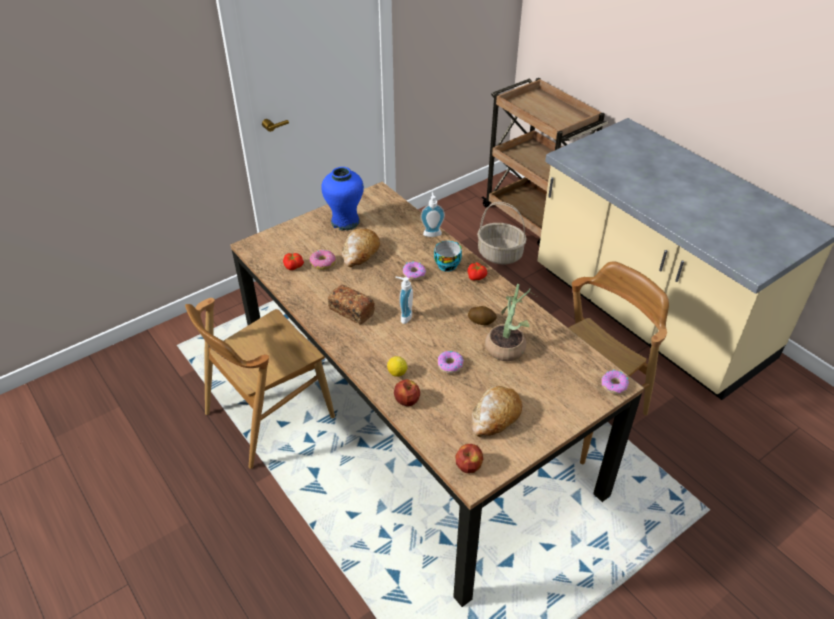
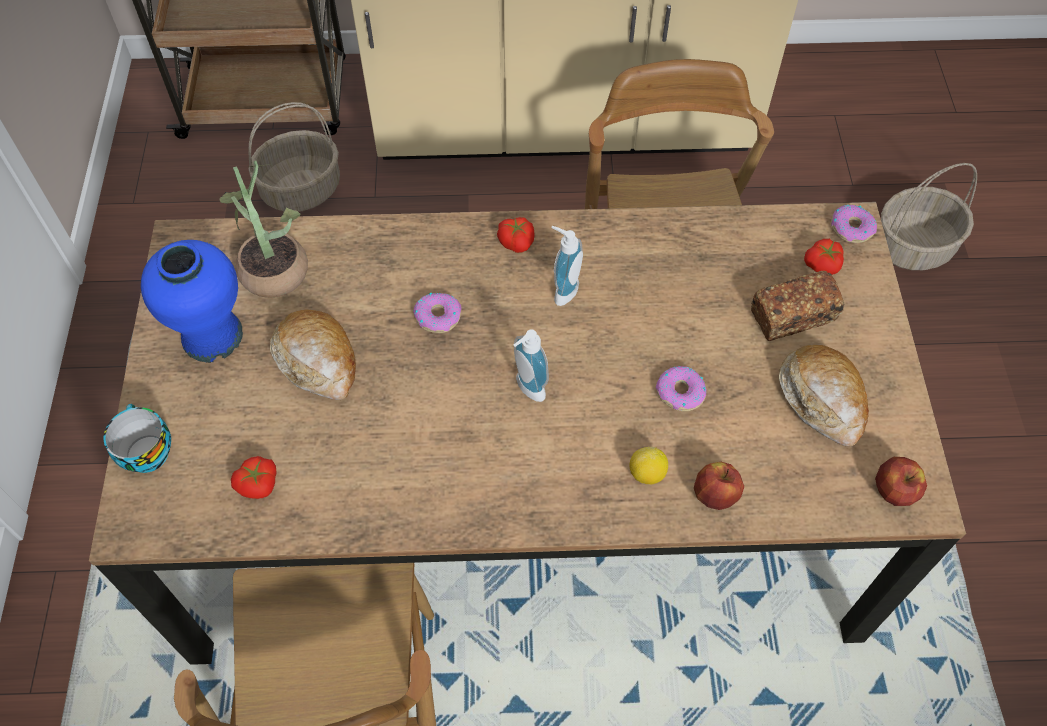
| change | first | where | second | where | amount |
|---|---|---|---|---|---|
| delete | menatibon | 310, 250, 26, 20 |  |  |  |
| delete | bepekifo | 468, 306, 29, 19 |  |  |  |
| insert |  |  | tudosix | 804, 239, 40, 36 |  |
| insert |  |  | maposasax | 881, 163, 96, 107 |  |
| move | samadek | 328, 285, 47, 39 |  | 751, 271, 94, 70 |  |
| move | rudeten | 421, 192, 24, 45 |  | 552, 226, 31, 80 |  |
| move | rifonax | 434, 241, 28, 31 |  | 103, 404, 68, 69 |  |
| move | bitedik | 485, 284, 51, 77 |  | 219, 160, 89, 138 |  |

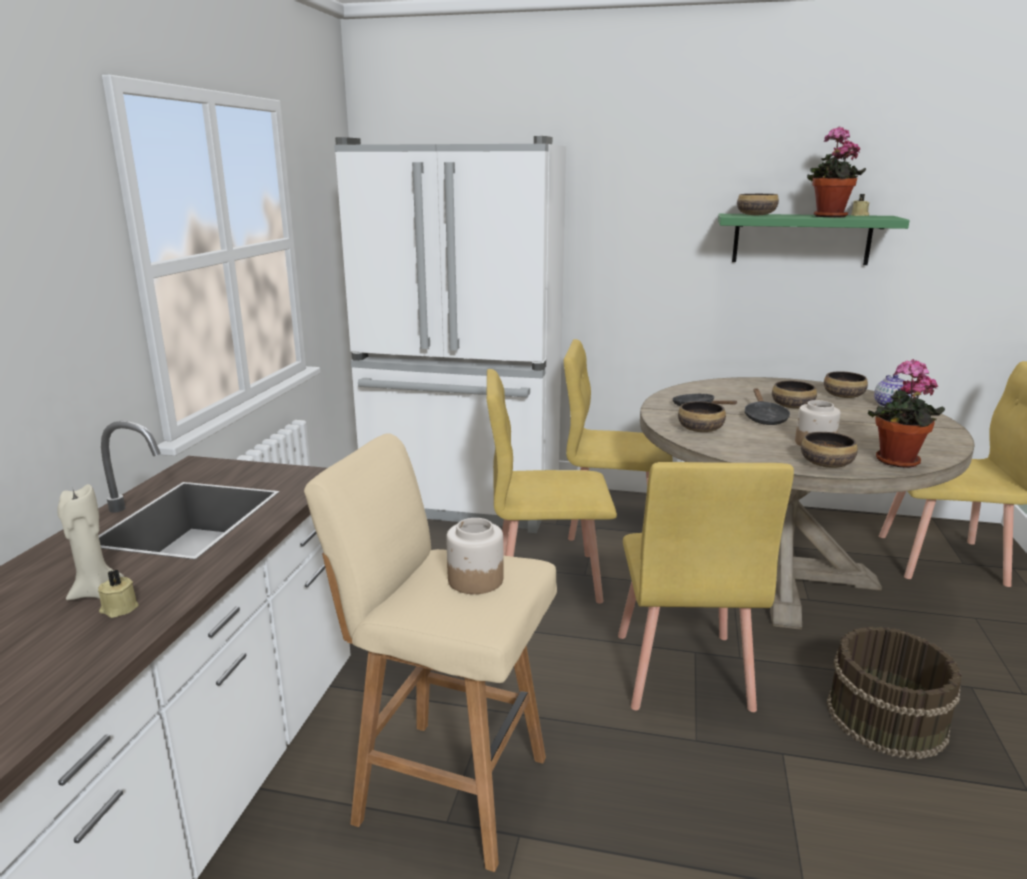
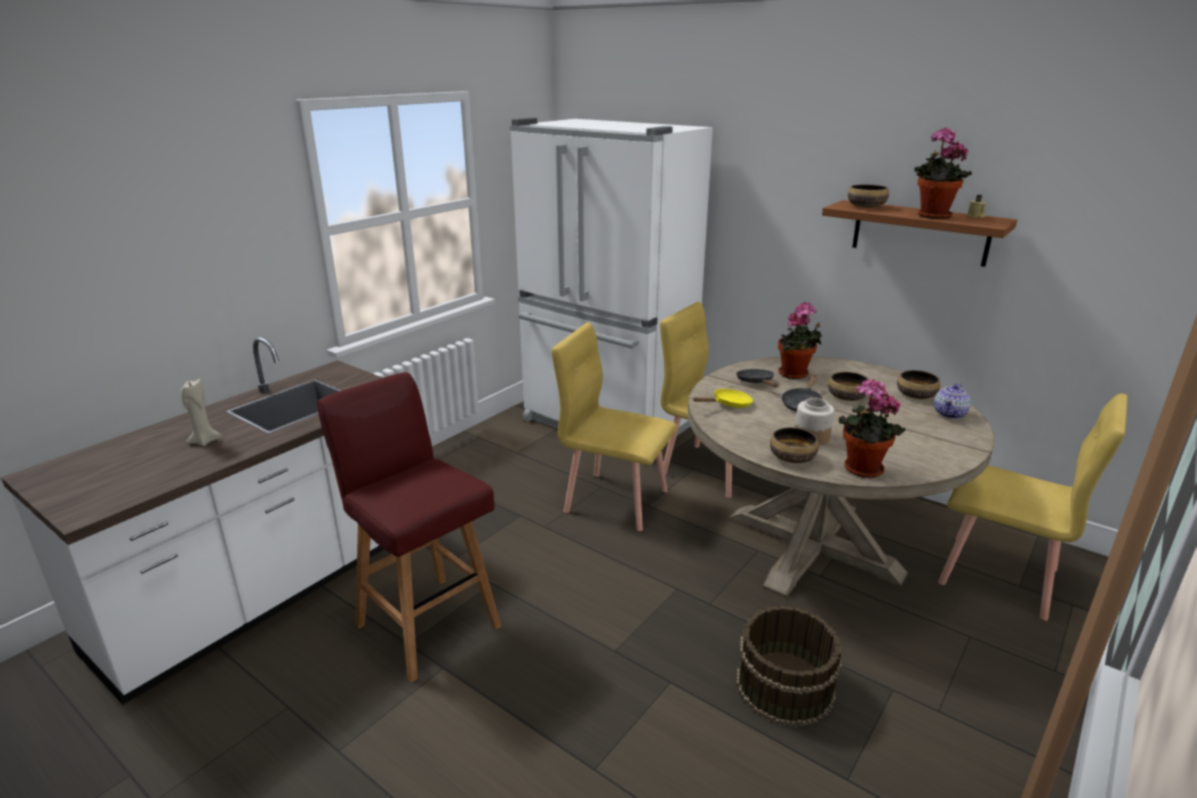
| change | first | where | second | where | amount |
|---|---|---|---|---|---|
| delete | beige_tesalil | 98, 570, 41, 48 |  |  |  |
| delete | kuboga | 446, 518, 58, 76 |  |  |  |
| delete | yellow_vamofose | 618, 462, 176, 250 |  |  |  |
| insert |  |  | bitedik | 778, 302, 44, 77 |  |
| replace | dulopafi | 678, 401, 48, 31 | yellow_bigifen | 693, 389, 60, 19 |  |
| recolor | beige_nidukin | 304, 433, 253, 439 | red_nidukin | 316, 372, 185, 311 |  |
| recolor | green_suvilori | 718, 214, 192, 51 | brown_suvilori | 822, 200, 195, 67 |  |

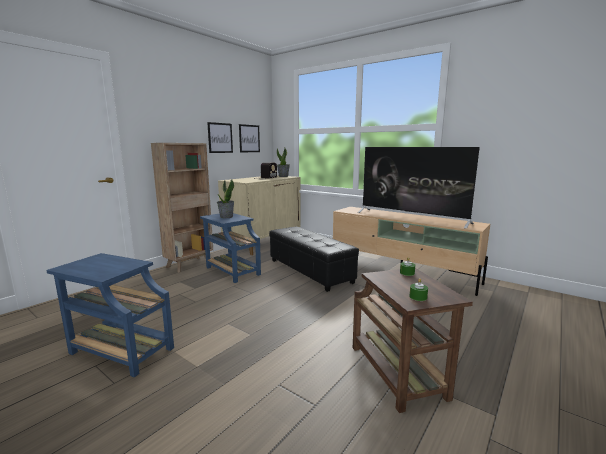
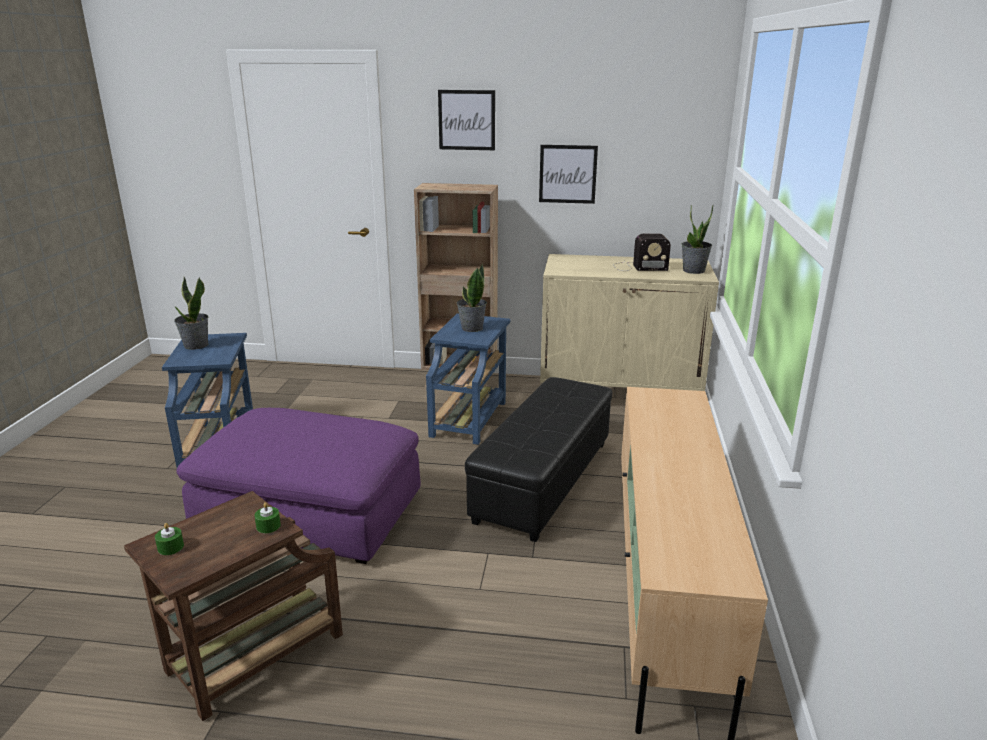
| change | first | where | second | where | amount |
|---|---|---|---|---|---|
| delete | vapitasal | 358, 147, 122, 82 |  |  |  |
| insert |  |  | bitedik | 174, 277, 34, 73 |  |
| insert |  |  | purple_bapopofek | 177, 408, 244, 156 |  |
| move | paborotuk | 239, 124, 21, 28 |  | 438, 90, 57, 60 |  |

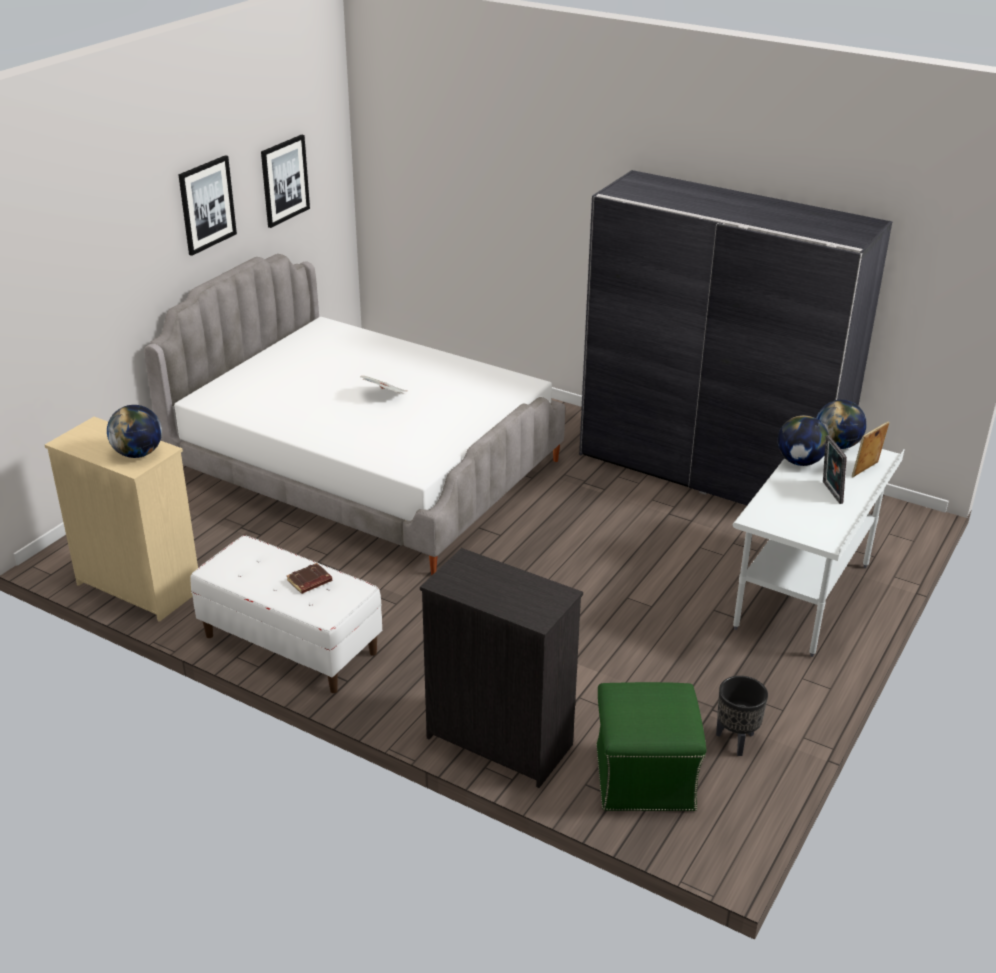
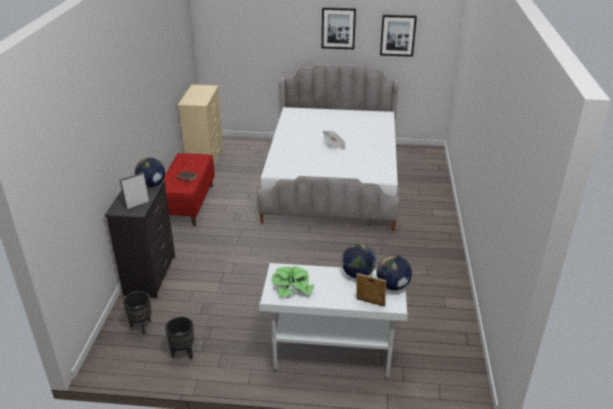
| change | first | where | second | where | amount |
|---|---|---|---|---|---|
| delete | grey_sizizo | 579, 170, 313, 335 |  |  |  |
| insert |  |  | bitedik | 272, 266, 42, 32 |  |
| move | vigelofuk | 107, 405, 55, 53 |  | 135, 158, 30, 29 |  |
| move | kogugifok | 823, 435, 24, 69 |  | 120, 172, 30, 38 |  |
| replace | green_bapopofek | 596, 682, 110, 129 | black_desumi | 123, 291, 29, 43 |  |
| recolor | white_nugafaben | 190, 535, 192, 158 | red_nugafaben | 163, 153, 52, 73 |  |

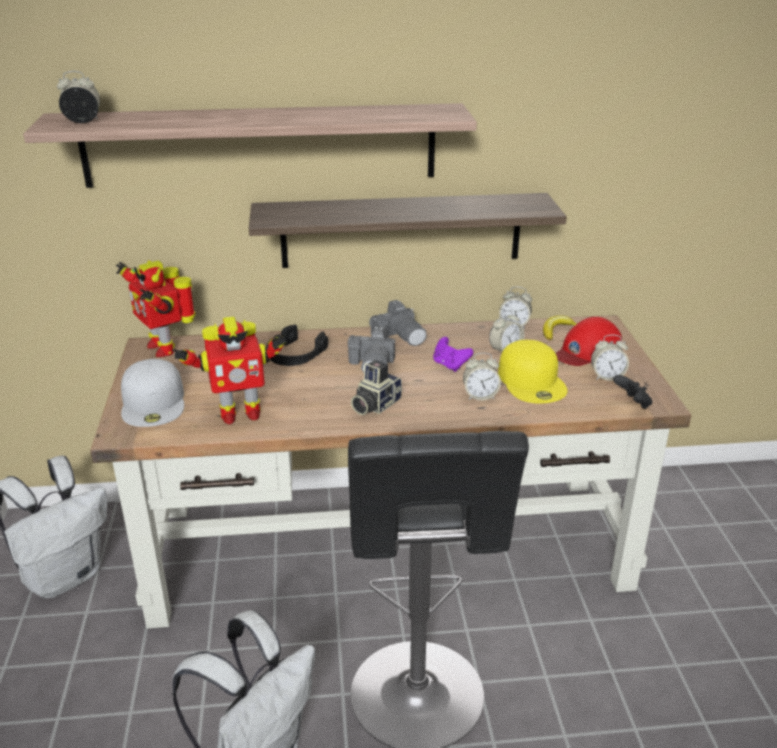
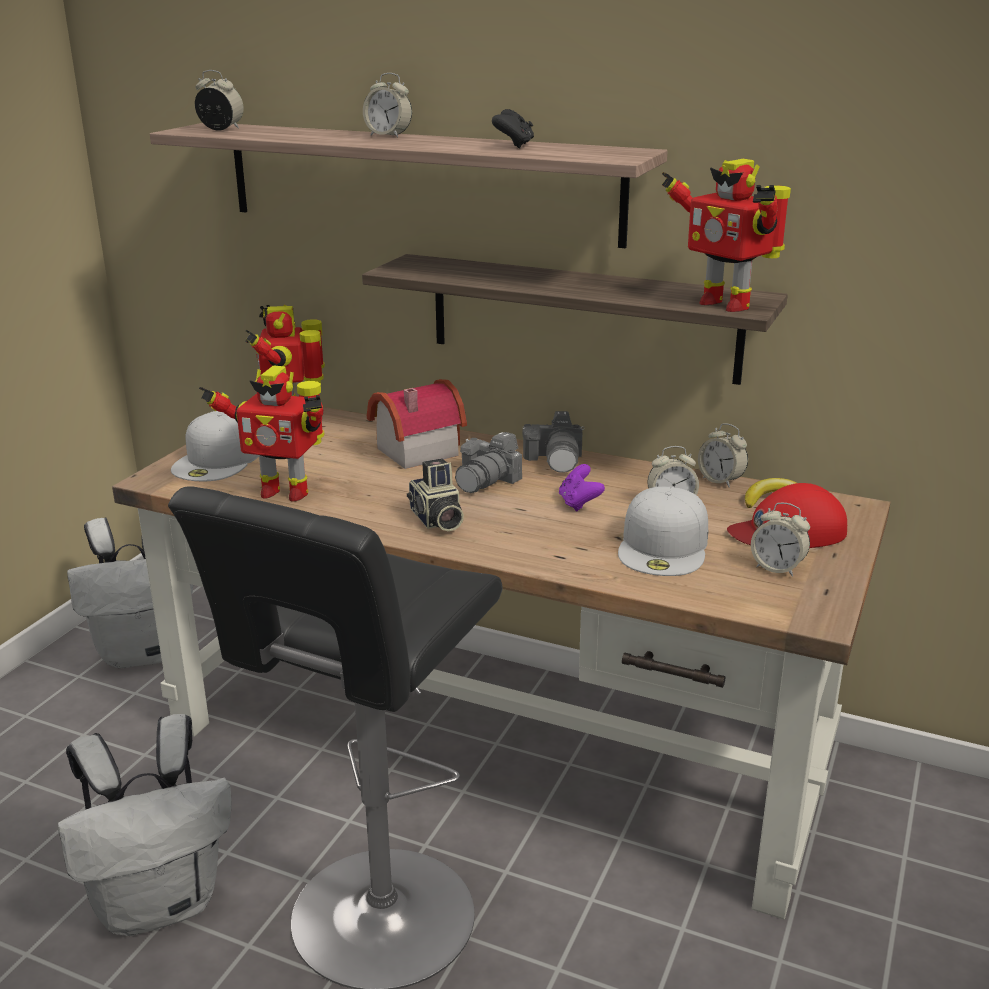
| change | first | where | second | where | amount |
|---|---|---|---|---|---|
| insert |  |  | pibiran | 662, 159, 129, 153 |  |
| move | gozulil | 463, 353, 38, 47 |  | 363, 73, 49, 64 |  |
| move | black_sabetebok | 613, 375, 39, 34 |  | 492, 109, 42, 40 |  |
| replace | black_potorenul | 266, 324, 62, 42 | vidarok | 367, 379, 100, 90 |  |
| recolor | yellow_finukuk | 498, 340, 70, 64 | white_finukuk | 618, 487, 90, 89 |  |
| rotate | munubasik | 351, 360, 51, 55 |  | 407, 458, 57, 74 | 90 degrees counterclockwise |

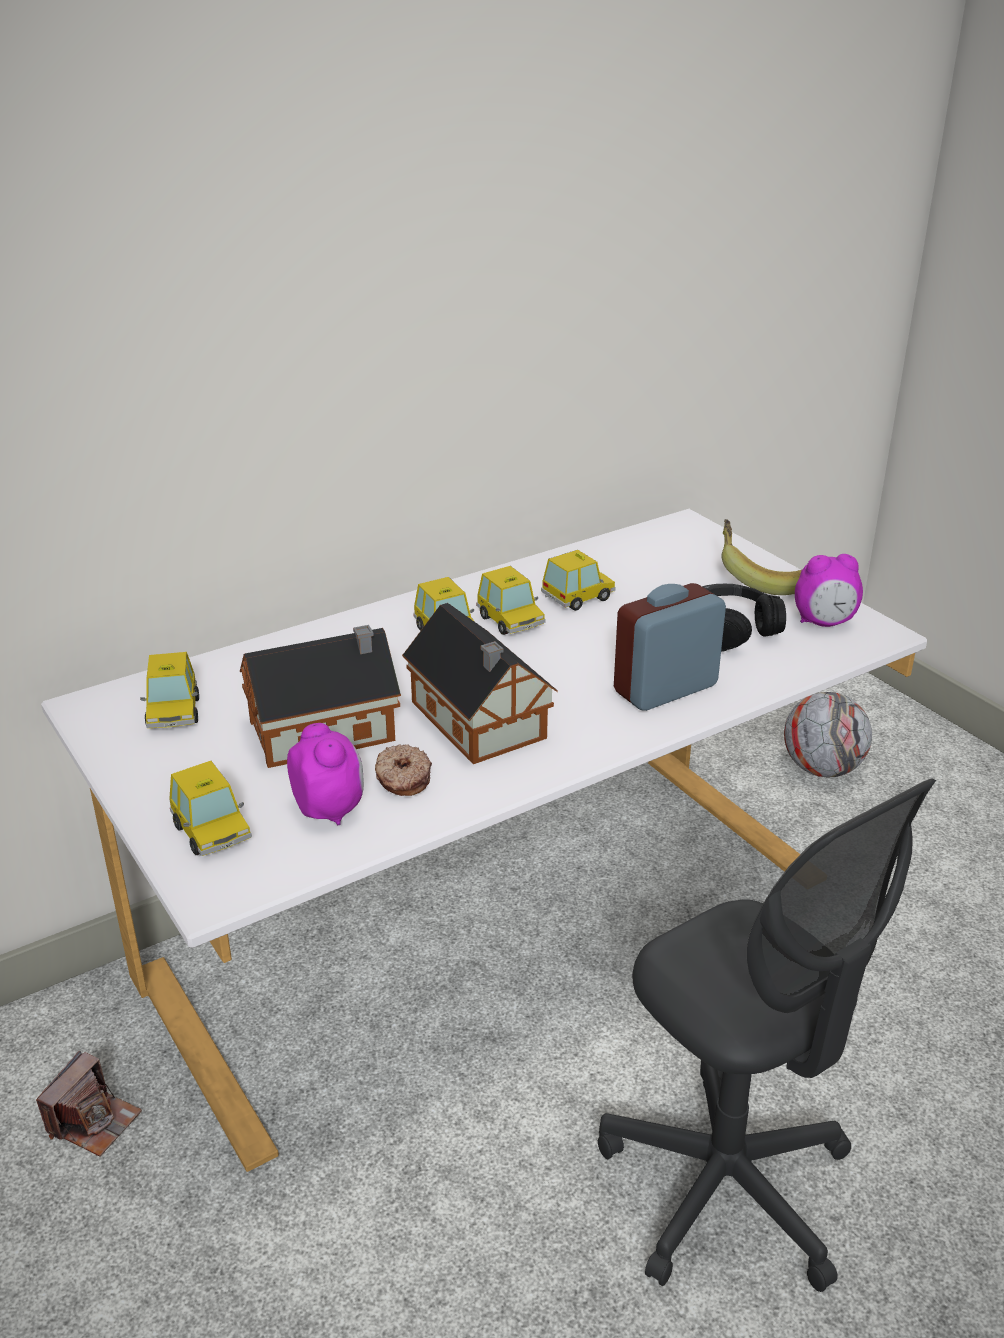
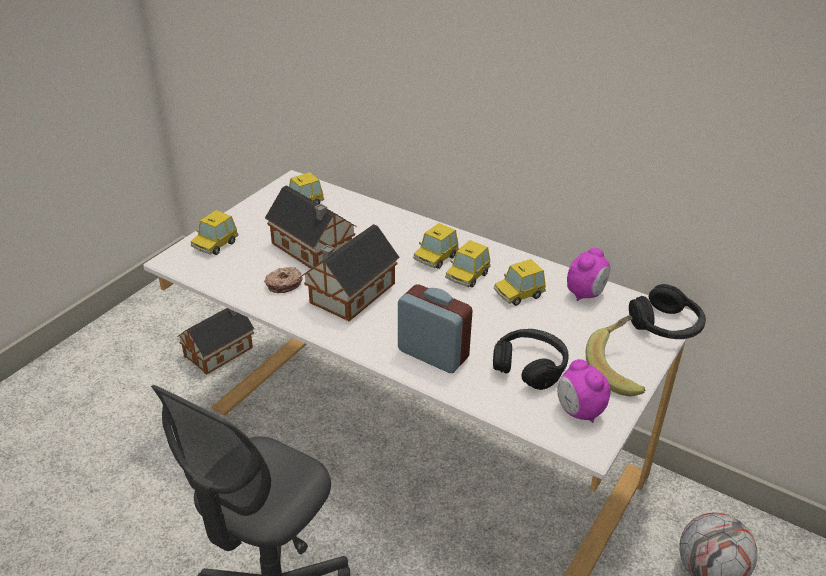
| change | first | where | second | where | amount |
|---|---|---|---|---|---|
| insert |  |  | black_potorenul | 629, 284, 77, 55 |  |
| move | gozulil | 287, 723, 77, 102 |  | 567, 248, 43, 53 |  |
| replace | munubasik | 36, 1051, 106, 105 | vidarok | 177, 308, 77, 67 |  |
| rotate | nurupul | 541, 550, 75, 61 |  | 494, 259, 52, 47 | 120 degrees clockwise |

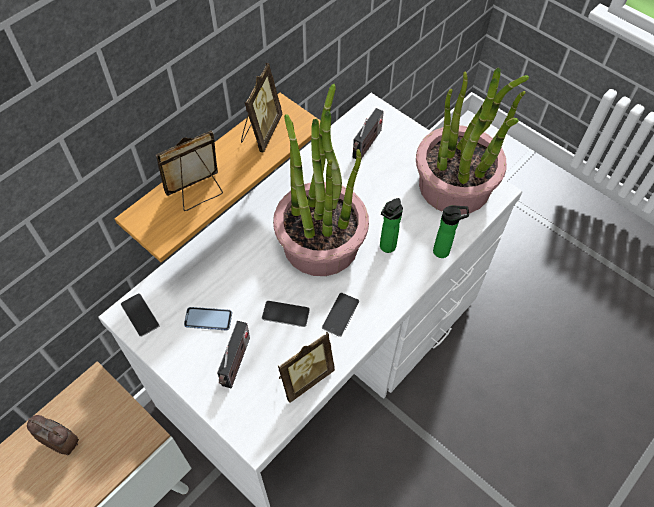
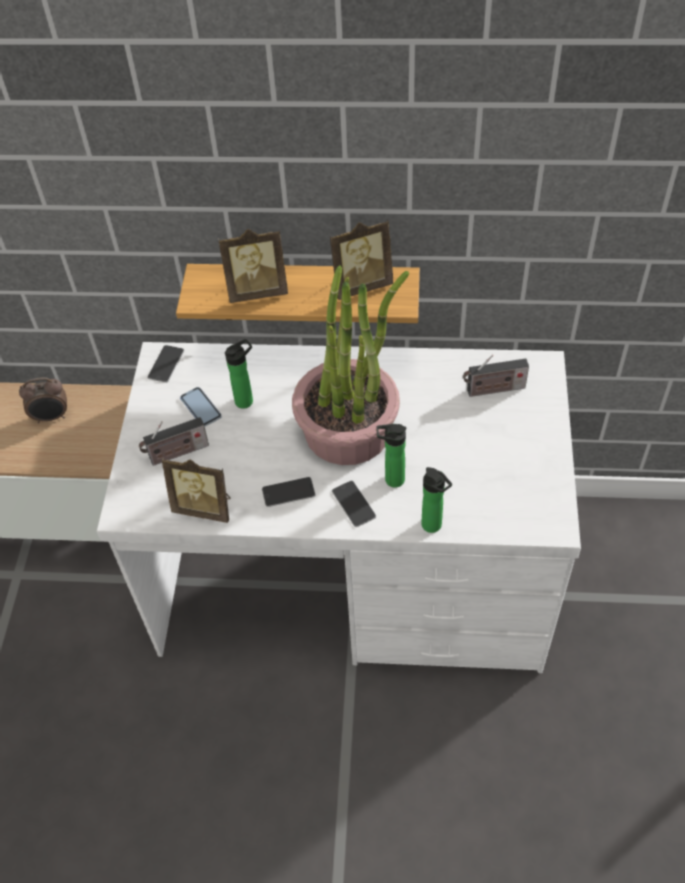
| change | first | where | second | where | amount |
|---|---|---|---|---|---|
| delete | bitedik | 416, 67, 113, 148 |  |  |  |
| insert |  |  | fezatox | 225, 339, 28, 70 |  |
| move | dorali | 262, 301, 48, 26 |  | 332, 481, 44, 46 |  |
| rotate | gozulil | 27, 415, 52, 41 |  | 19, 377, 48, 47 | 90 degrees clockwise |
| rotate | kogugifok | 156, 131, 67, 80 |  | 218, 229, 70, 74 | 150 degrees clockwise |

